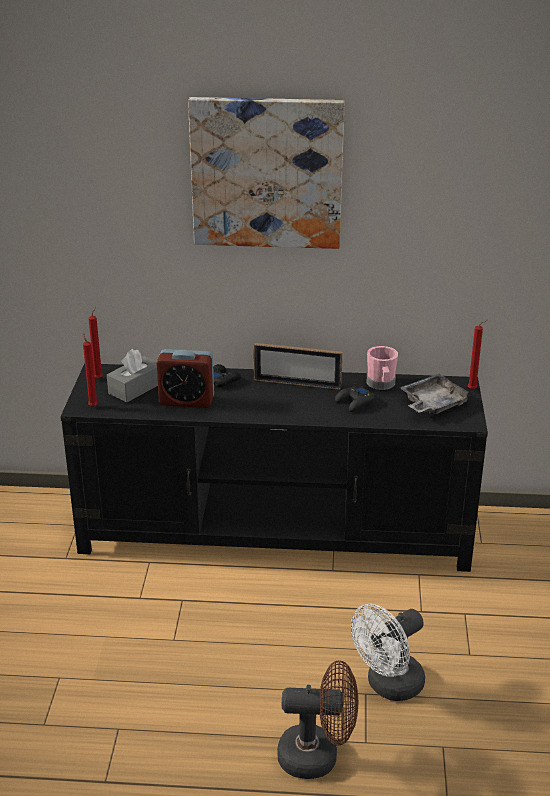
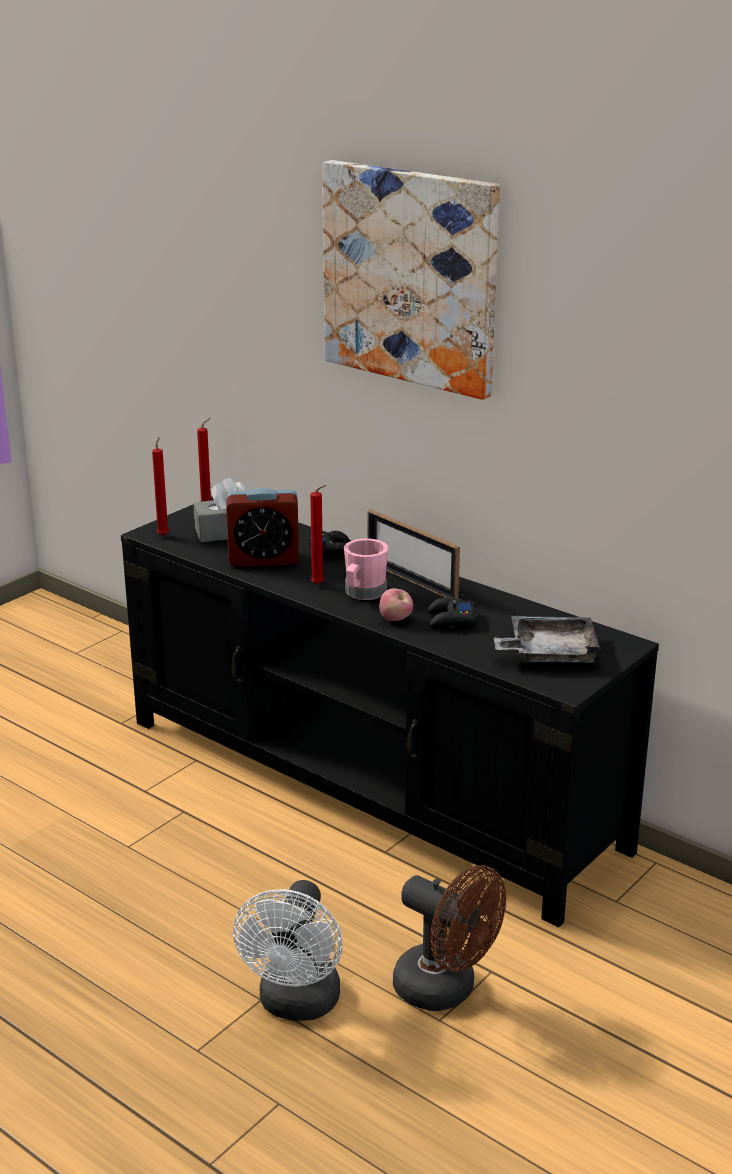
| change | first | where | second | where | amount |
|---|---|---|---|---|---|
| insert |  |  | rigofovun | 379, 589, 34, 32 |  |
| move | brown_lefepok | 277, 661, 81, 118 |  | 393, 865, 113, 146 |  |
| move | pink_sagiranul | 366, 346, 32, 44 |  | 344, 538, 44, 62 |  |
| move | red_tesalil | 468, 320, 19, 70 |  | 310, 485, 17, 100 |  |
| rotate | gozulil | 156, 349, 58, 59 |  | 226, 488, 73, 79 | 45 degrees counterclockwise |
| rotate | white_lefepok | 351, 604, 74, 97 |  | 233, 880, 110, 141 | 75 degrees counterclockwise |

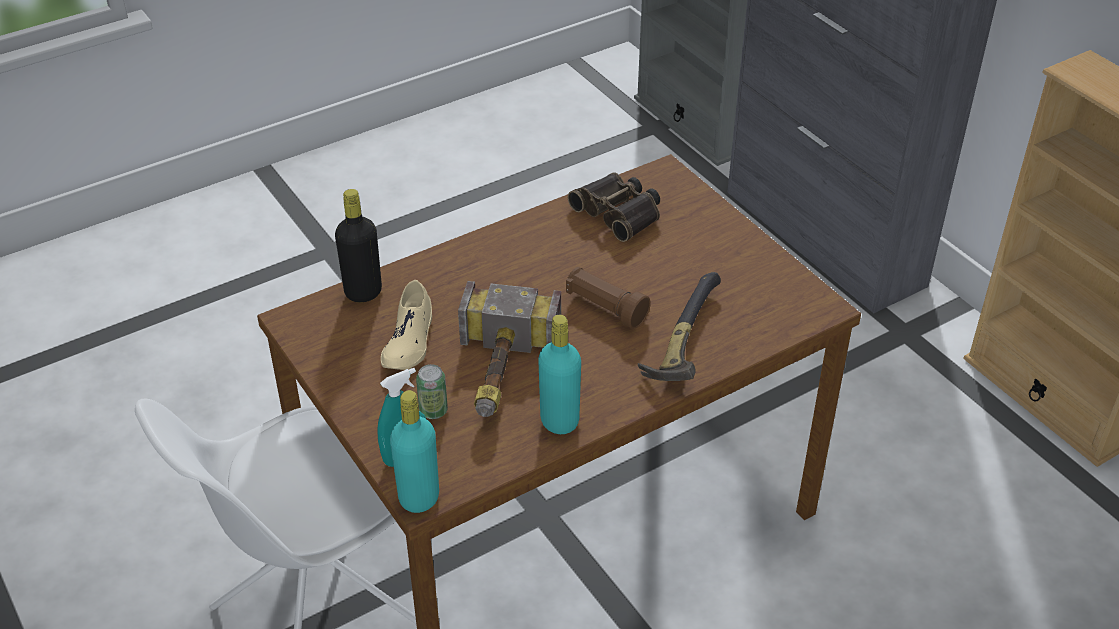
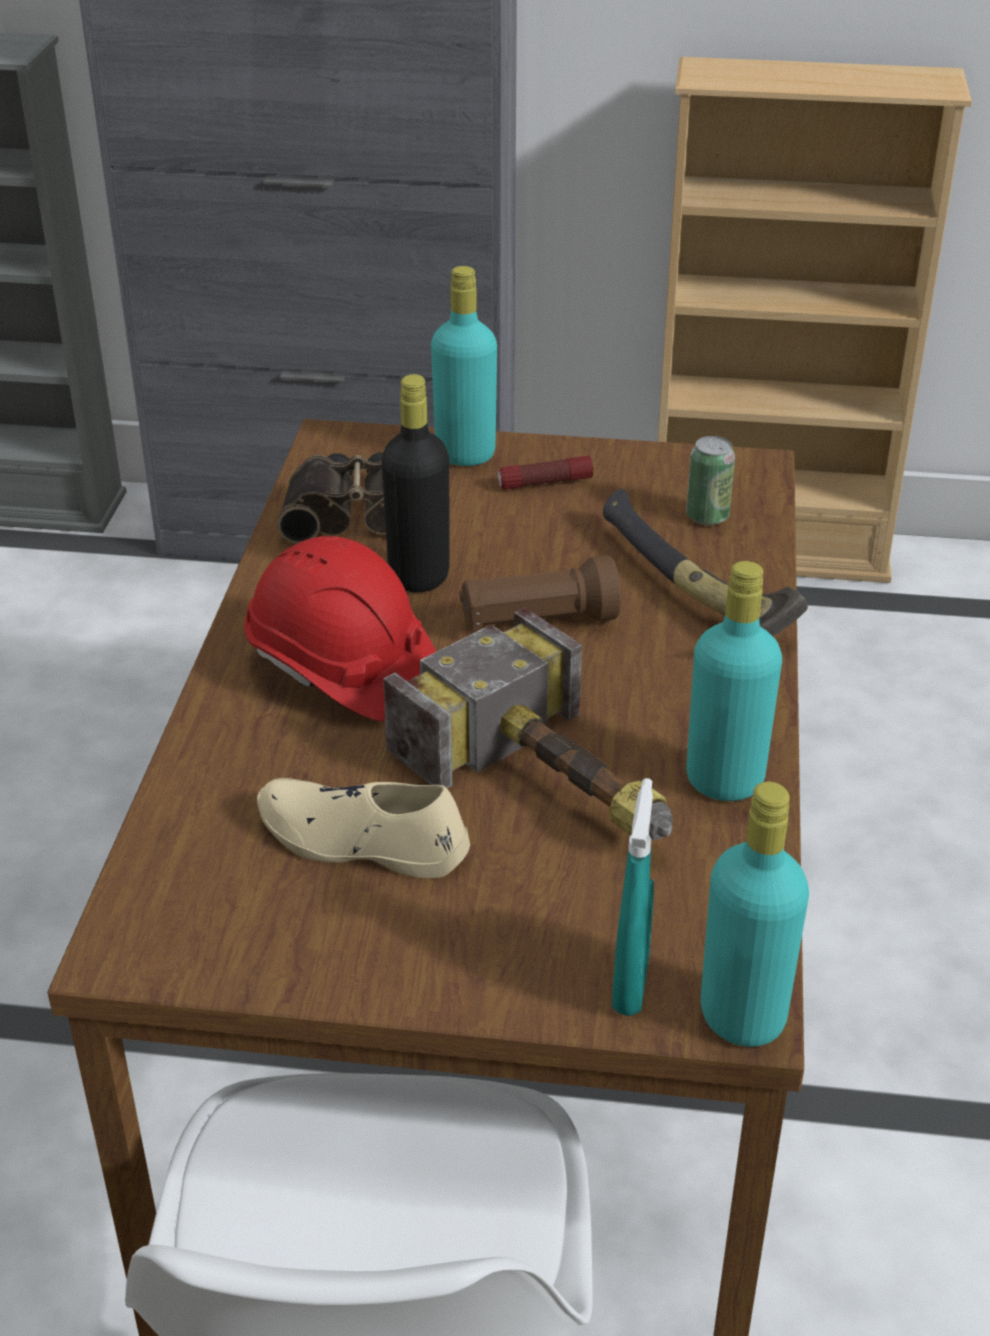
| change | first | where | second | where | amount |
|---|---|---|---|---|---|
| insert |  |  | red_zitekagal | 244, 536, 192, 185 |  |
| insert |  |  | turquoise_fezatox | 431, 266, 66, 200 |  |
| insert |  |  | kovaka | 498, 456, 95, 34 |  |
| move | black_fezatox | 335, 189, 47, 113 |  | 382, 374, 68, 218 |  |
| move | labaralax | 416, 364, 32, 55 |  | 686, 436, 49, 89 |  |
| rotate | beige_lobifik | 381, 280, 51, 90 |  | 257, 778, 213, 100 | 150 degrees clockwise |

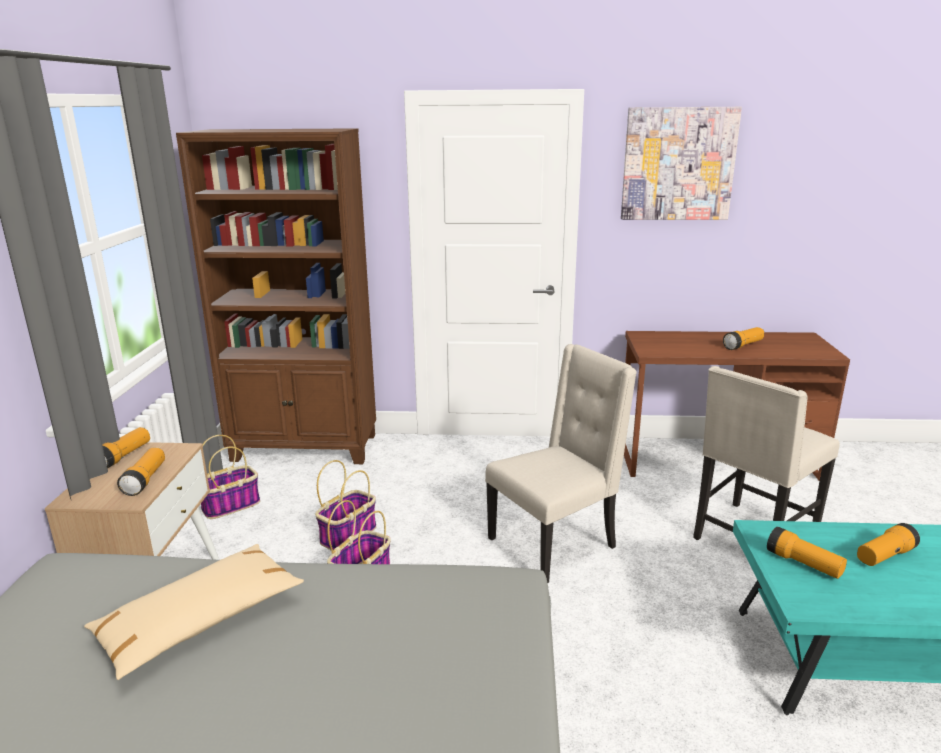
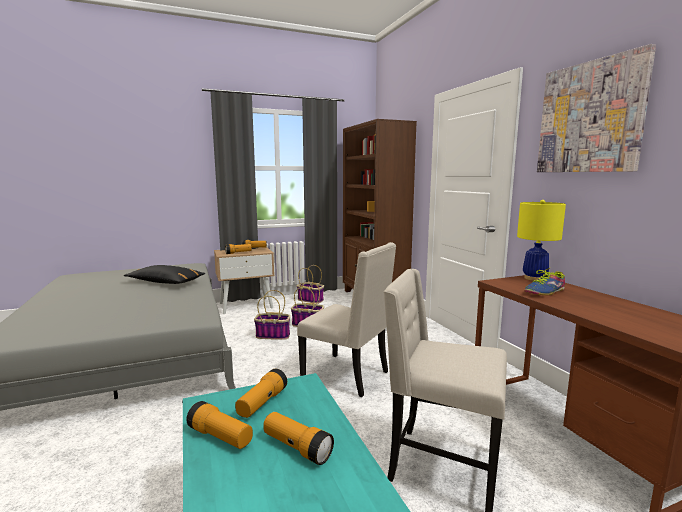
| change | first | where | second | where | amount |
|---|---|---|---|---|---|
| insert |  |  | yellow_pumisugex | 517, 200, 49, 81 |  |
| insert |  |  | lobifik | 524, 268, 41, 27 |  |
| move | kovaka | 723, 327, 41, 23 |  | 186, 401, 67, 48 |  |
| recolor | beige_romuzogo | 84, 544, 220, 136 | black_romuzogo | 124, 265, 82, 19 |  |

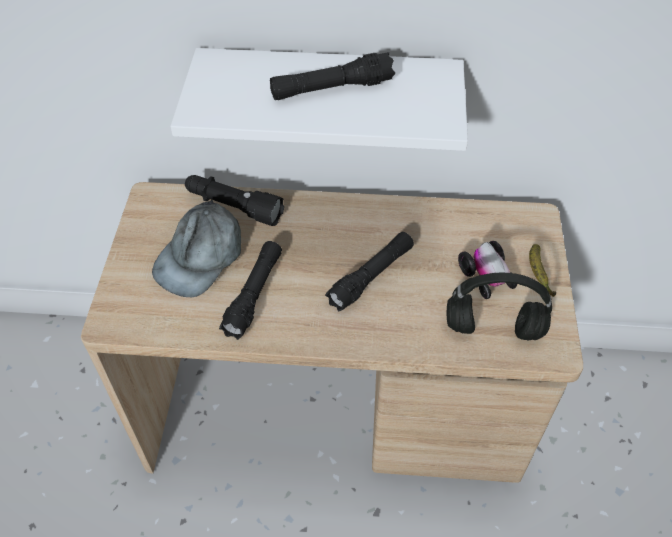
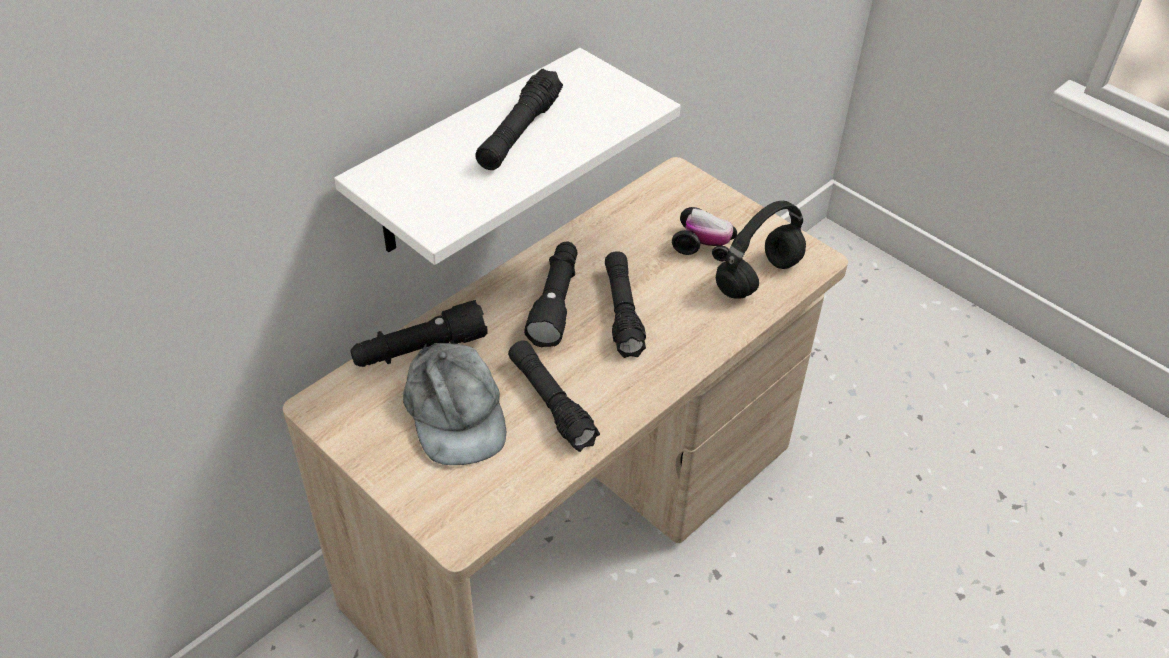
| change | first | where | second | where | amount |
|---|---|---|---|---|---|
| delete | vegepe | 529, 244, 27, 53 |  |  |  |
| insert |  |  | black_kovaka | 524, 241, 54, 106 |  |

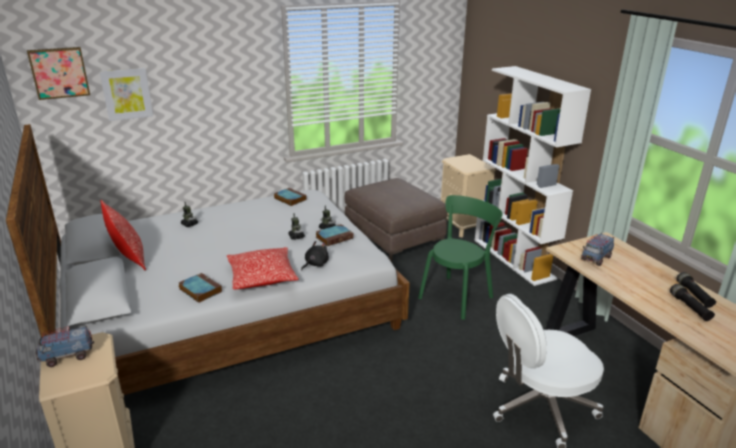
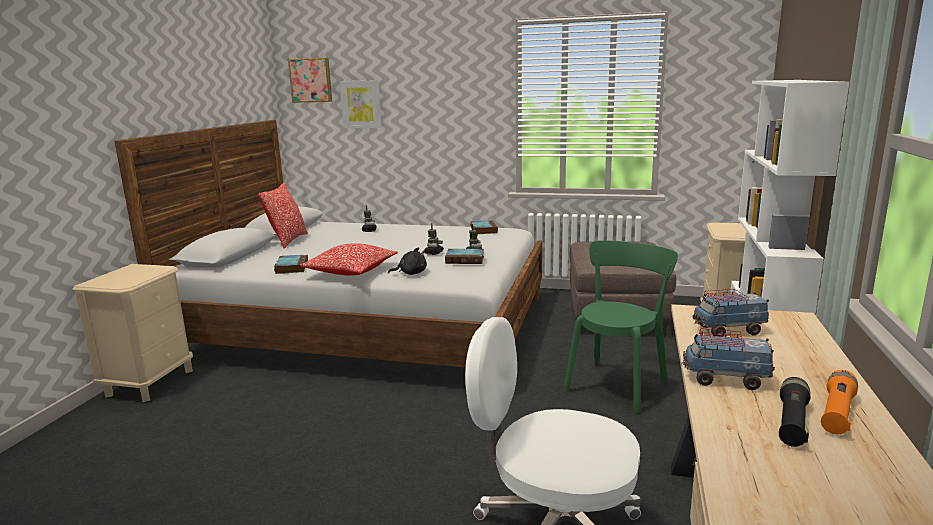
| change | first | where | second | where | amount |
|---|---|---|---|---|---|
| move | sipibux | 35, 326, 59, 41 |  | 682, 328, 93, 62 |  |
| recolor | black_kovaka | 676, 272, 40, 36 | orange_kovaka | 821, 370, 37, 65 |  |
| rotate | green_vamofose | 418, 195, 85, 125 |  | 563, 240, 115, 174 | 45 degrees counterclockwise |

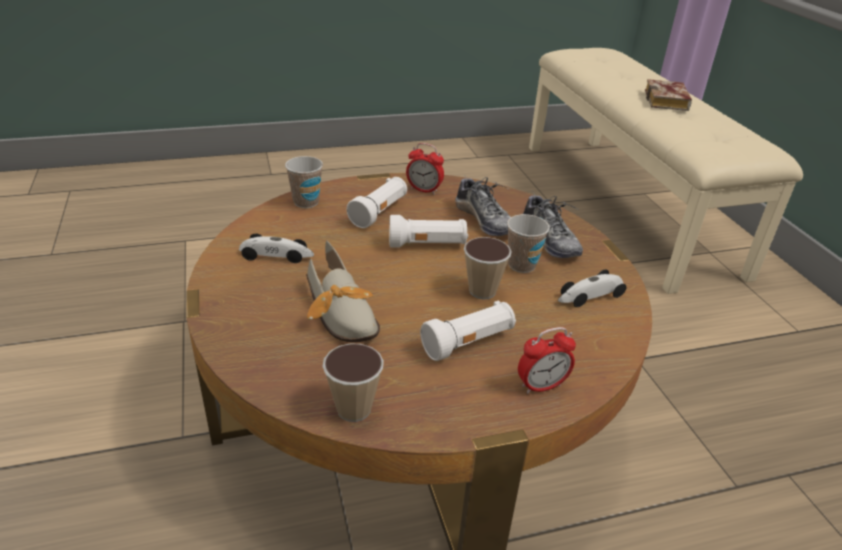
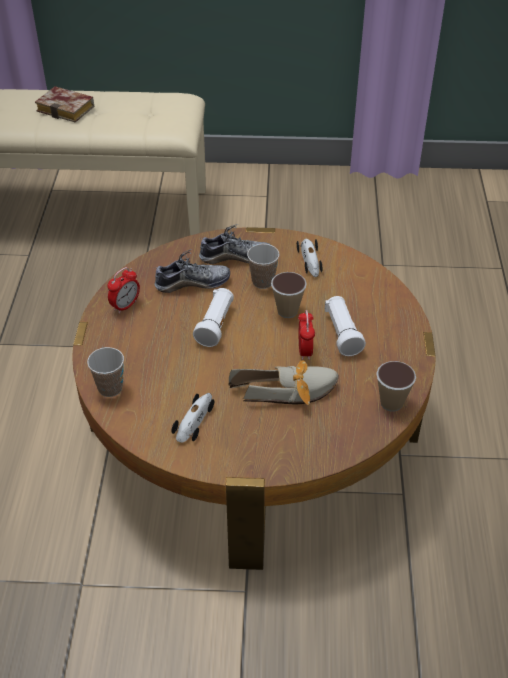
| change | first | where | second | where | amount |
|---|---|---|---|---|---|
| delete | white_kovaka | 347, 177, 60, 51 |  |  |  |
| move | gozulil | 518, 327, 58, 67 |  | 298, 310, 17, 50 |  |

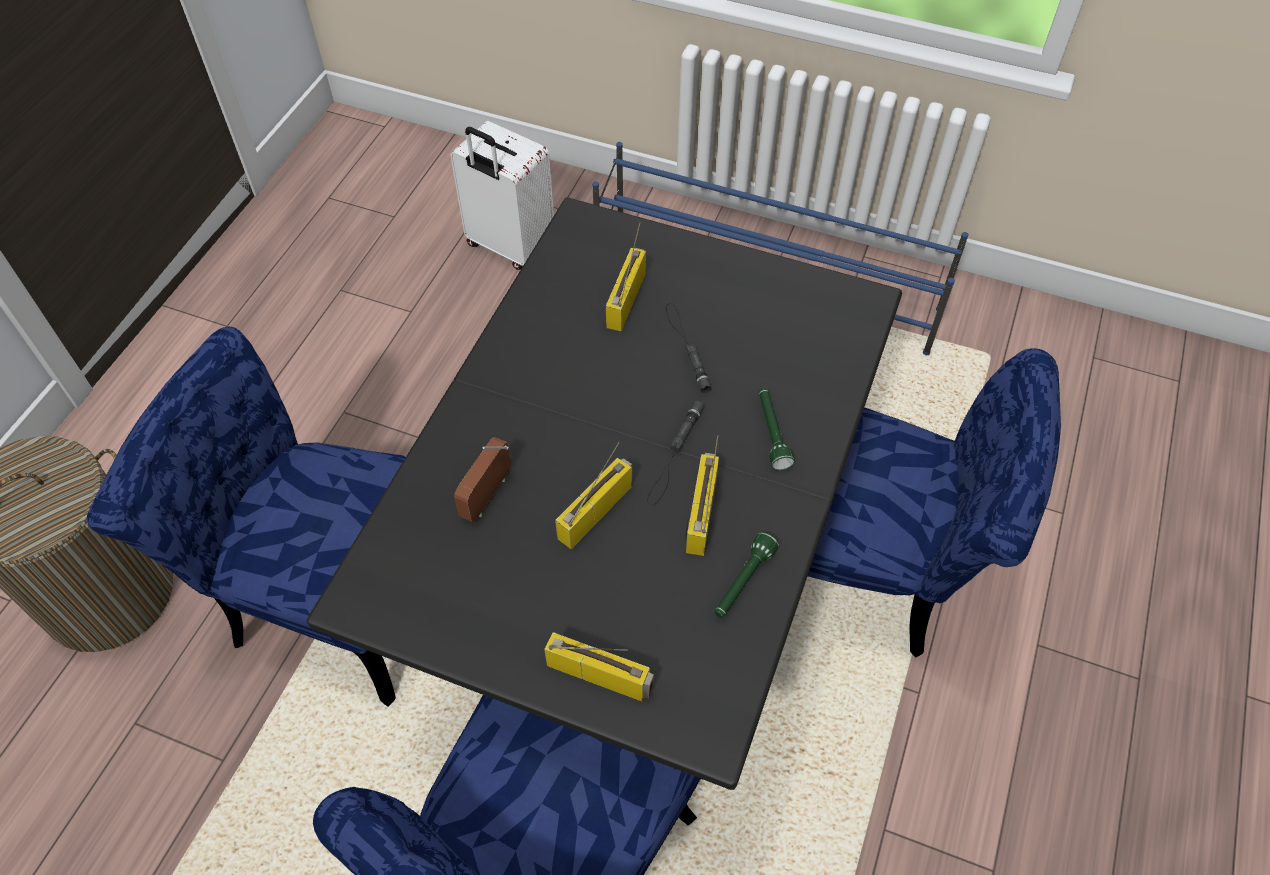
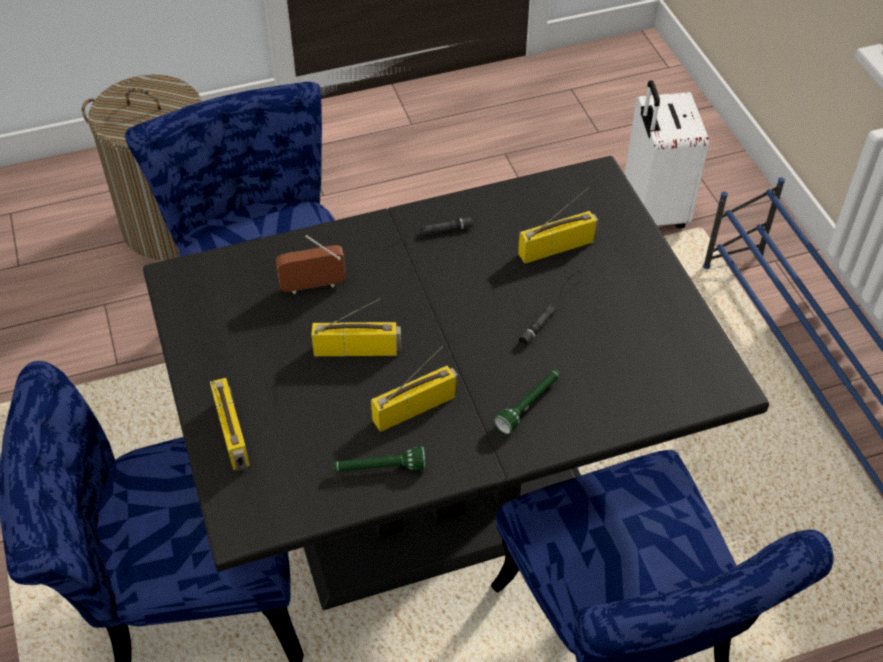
| change | first | where | second | where | amount |
|---|---|---|---|---|---|
| move | black_kovaka | 647, 400, 57, 105 |  | 368, 217, 105, 32 |  |

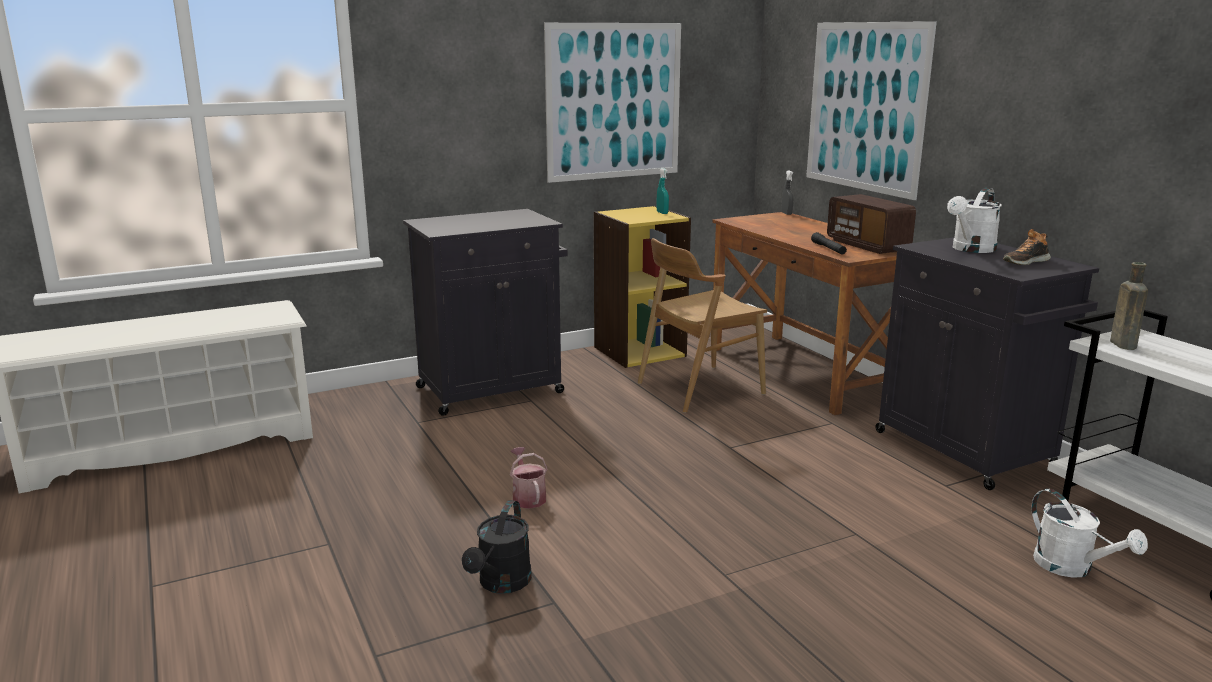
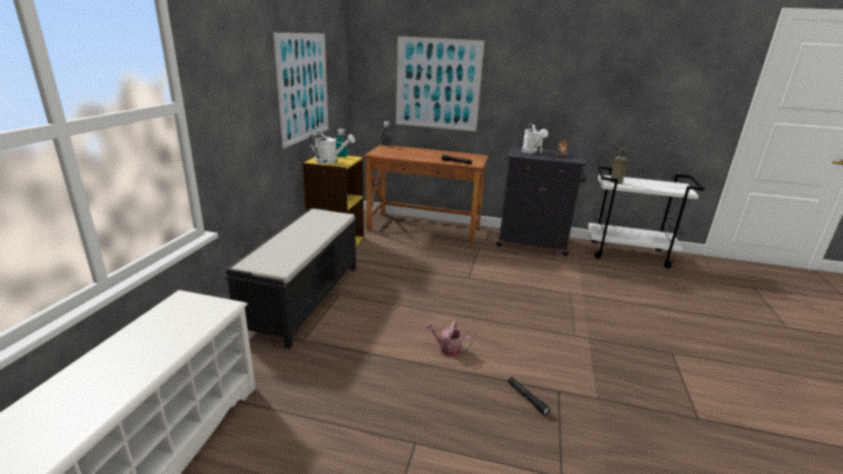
| change | first | where | second | where | amount |
|---|---|---|---|---|---|
| delete | brown_vamofose | 638, 238, 129, 175 |  |  |  |
| delete | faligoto | 827, 194, 89, 60 |  |  |  |
| move | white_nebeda | 1031, 489, 117, 89 |  | 309, 131, 46, 33 |  |
| replace | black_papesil | 403, 209, 165, 207 | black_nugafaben | 225, 208, 132, 141 |  |
| replace | black_nebeda | 462, 500, 70, 94 | black_kovaka | 508, 377, 42, 39 |  |

